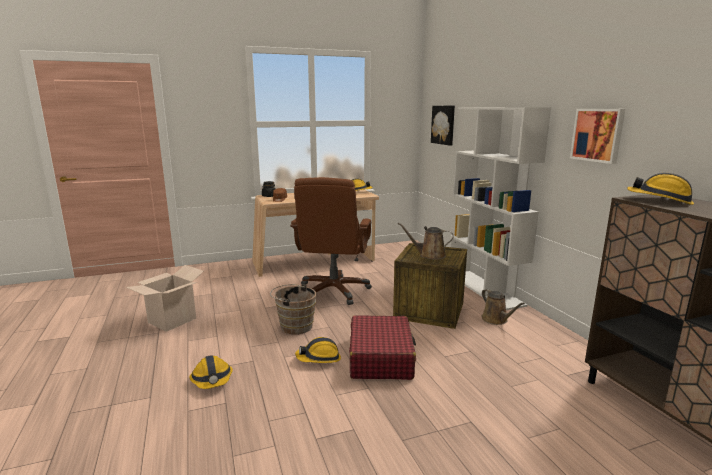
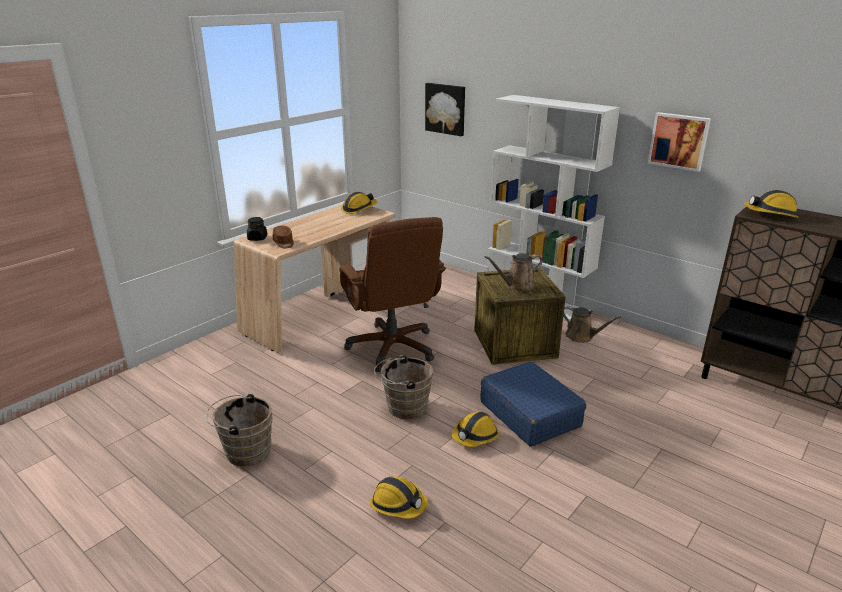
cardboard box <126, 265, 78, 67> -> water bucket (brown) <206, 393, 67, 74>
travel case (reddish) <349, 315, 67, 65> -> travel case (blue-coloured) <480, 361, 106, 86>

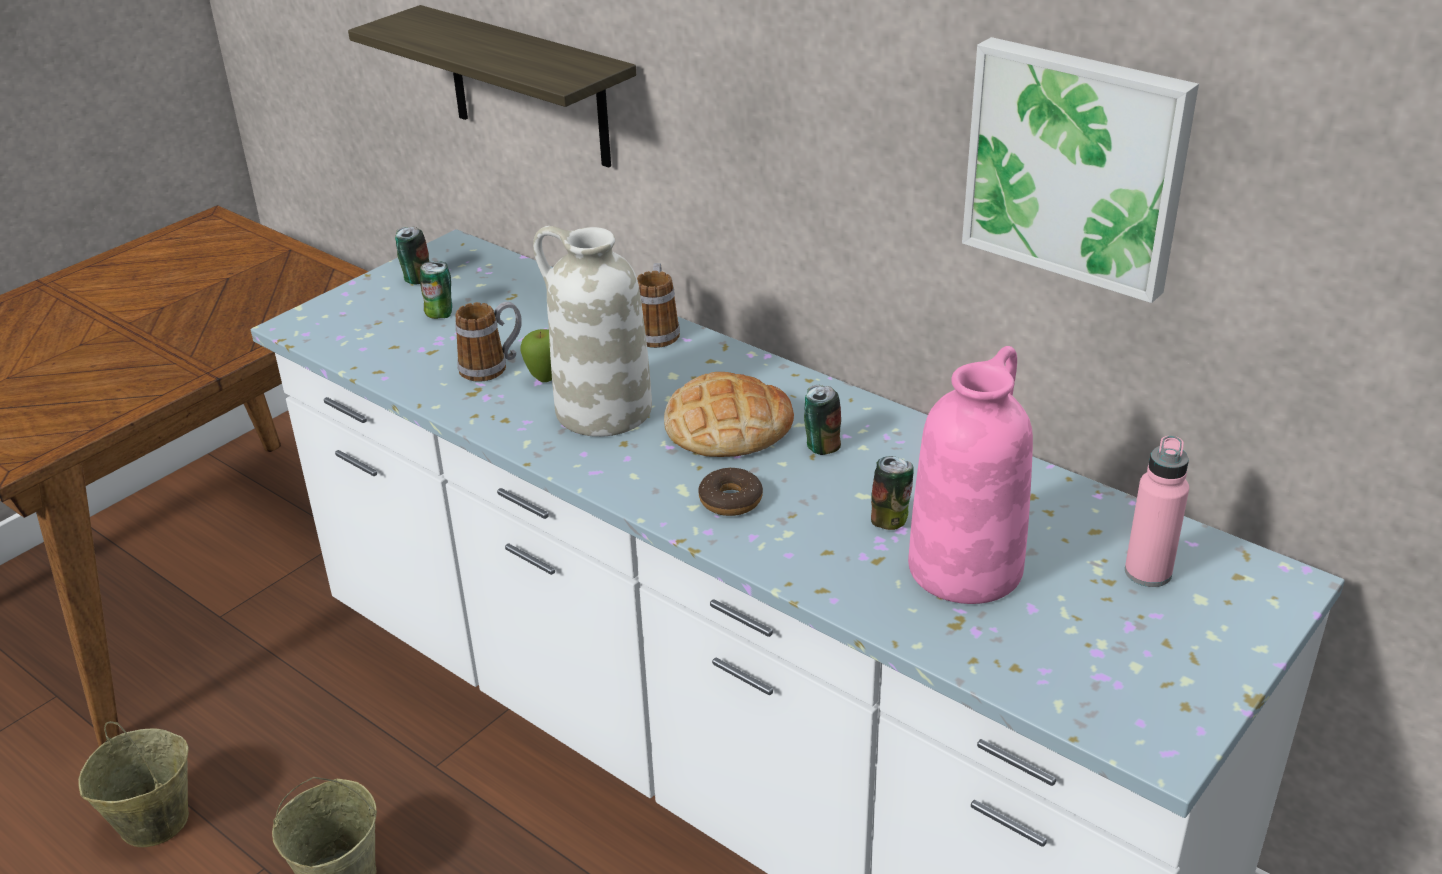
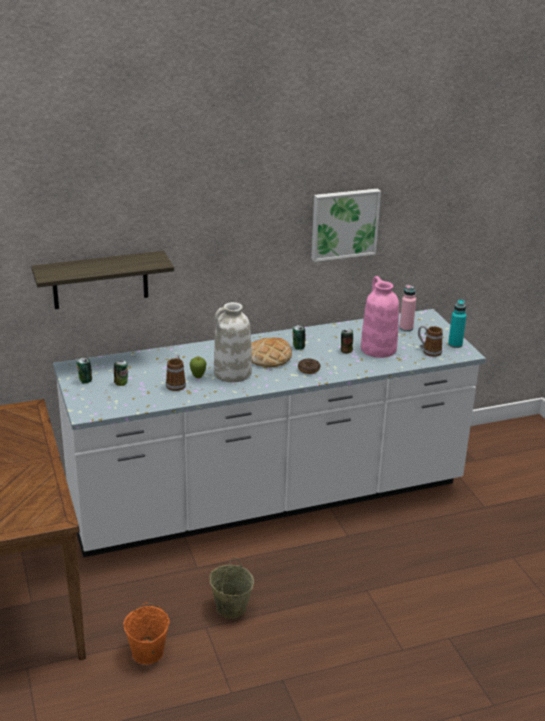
water bucket (beige-coloured) <78, 721, 111, 126> -> water bucket (orange) <123, 603, 47, 62>
mug <637, 263, 43, 85> -> mug <418, 325, 25, 32>, relocated
none -> drink bottle (turquoise) <448, 299, 19, 49>

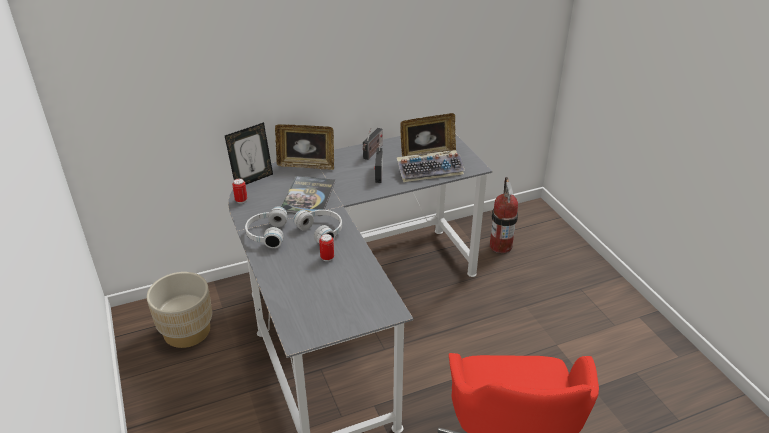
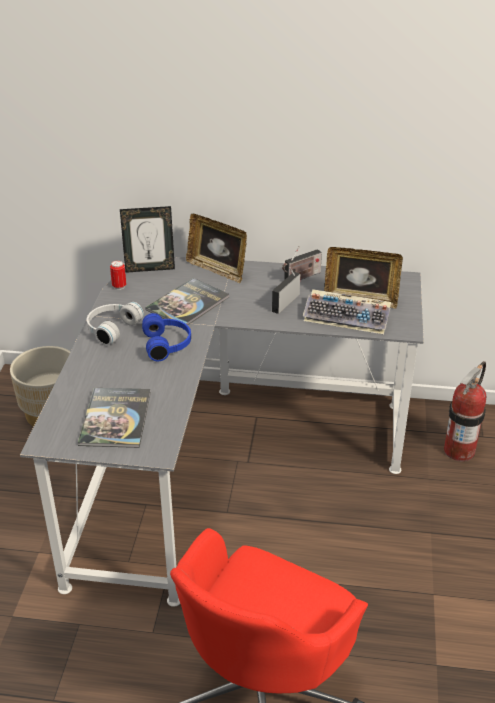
pair of headphones (white) <293, 210, 49, 34> -> pair of headphones (blue-coloured) <142, 313, 49, 48>
sealed can <319, 234, 15, 27> -> none
none -> volume <78, 388, 73, 60>

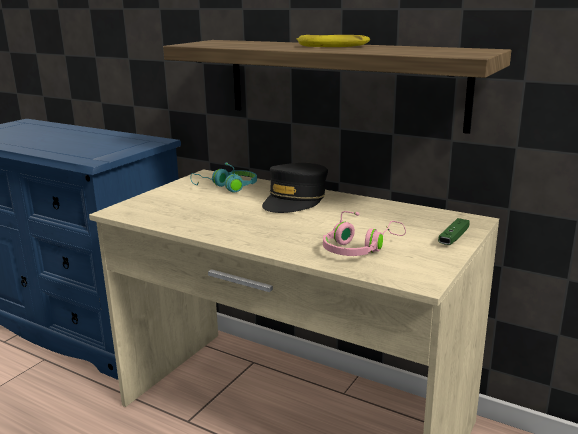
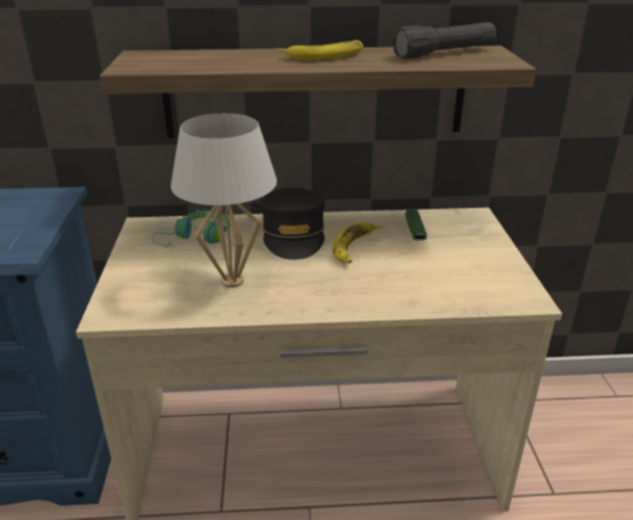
pair of headphones (pink-coloured) <323, 211, 83, 45> -> none
game controller (green) <438, 218, 32, 27> -> game controller (green) <406, 210, 21, 31>, relocated
none -> table lamp (white) <171, 113, 106, 175>
none -> banana fruit <332, 222, 51, 41>
none -> flashlight (black-coloured) <392, 22, 104, 37>

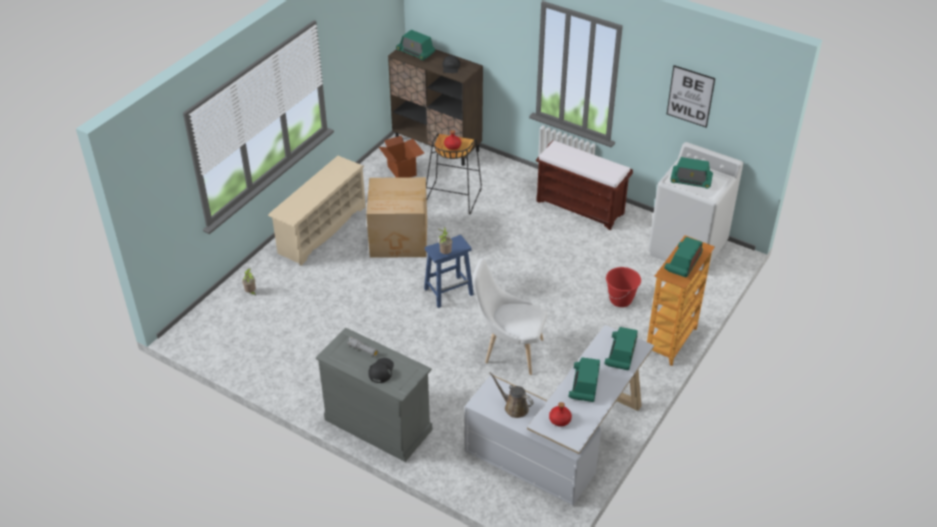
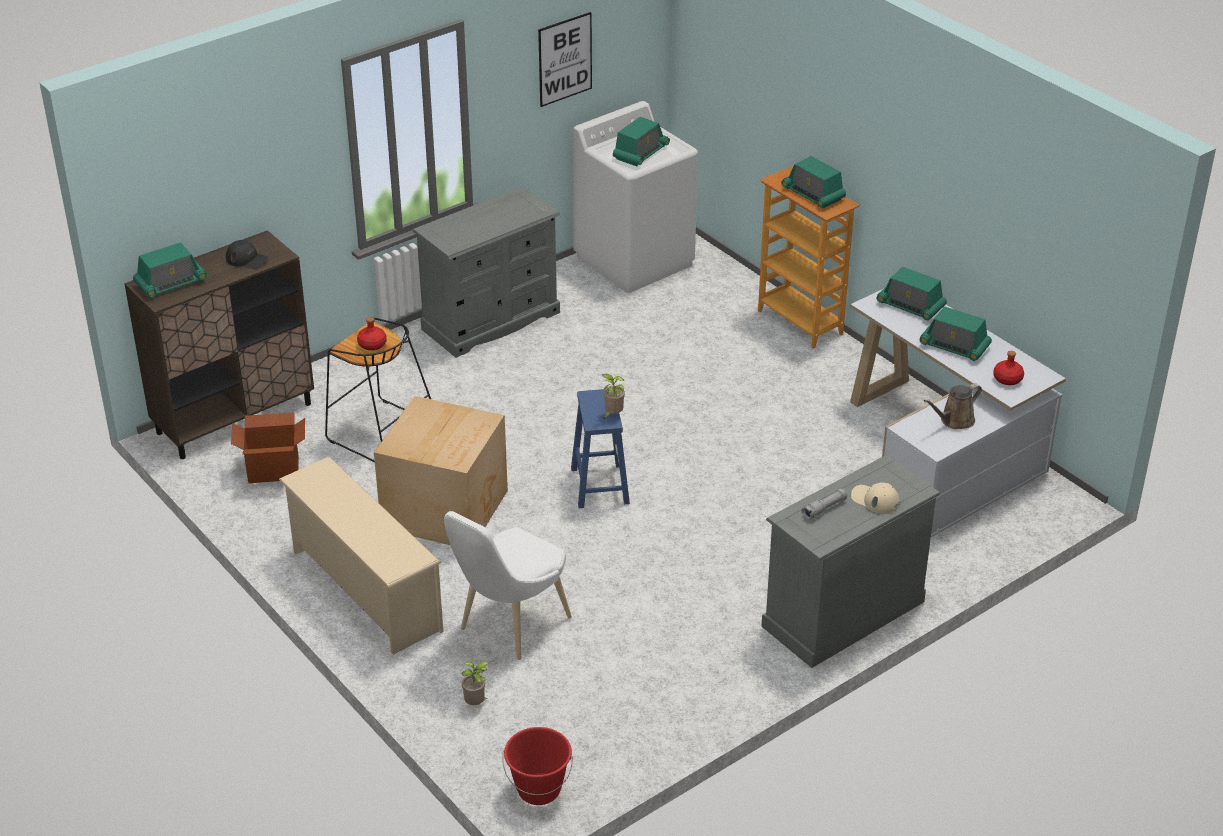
peaked cap (black-coloured) <368, 358, 26, 25> -> peaked cap (beige-coloured) <851, 482, 49, 32>
upright chair (white) <473, 258, 74, 117> -> upright chair (white) <444, 511, 128, 149>, relocated
bench (brown) <536, 140, 97, 90> -> chest of drawers (gray) <413, 187, 147, 171>
water bucket (reddish) <606, 267, 35, 40> -> water bucket (reddish) <503, 727, 70, 78>, relocated

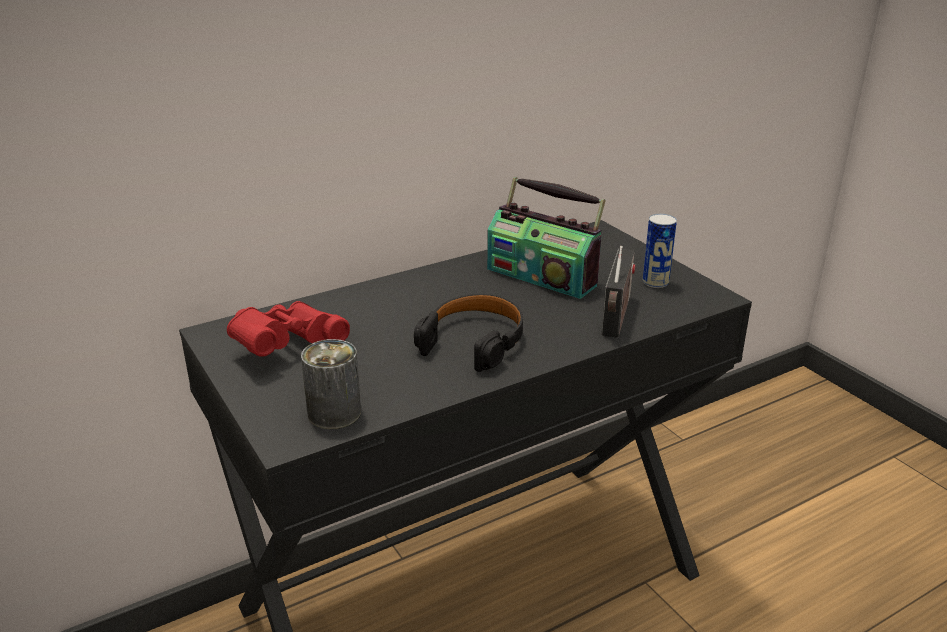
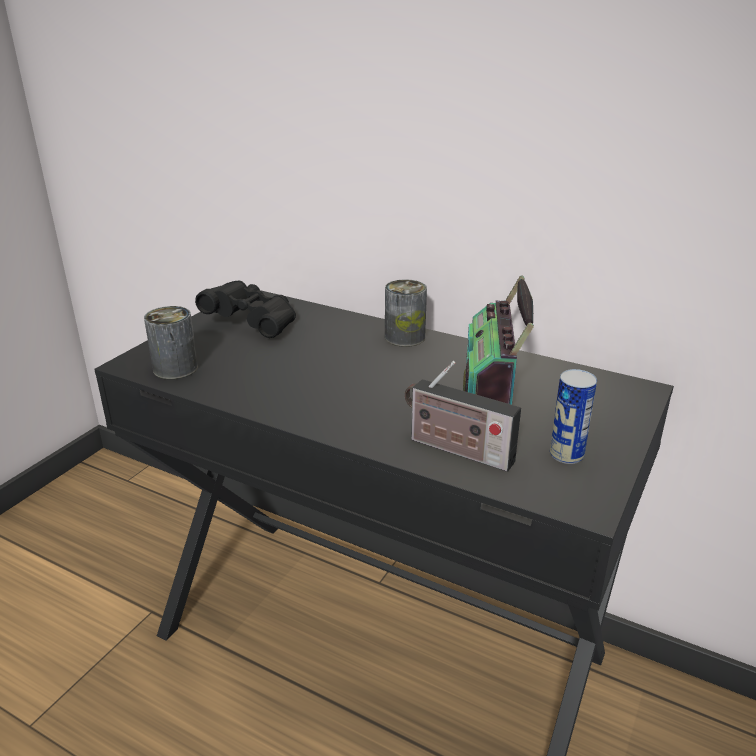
field glasses (reddish) <227, 301, 123, 56> -> field glasses (black-coloured) <195, 281, 101, 57>
pair of headphones (black-coloured) <414, 294, 109, 78> -> none
radio <602, 246, 34, 92> -> radio <404, 361, 117, 111>, 45 degrees clockwise
none -> sealed can <385, 279, 42, 68>

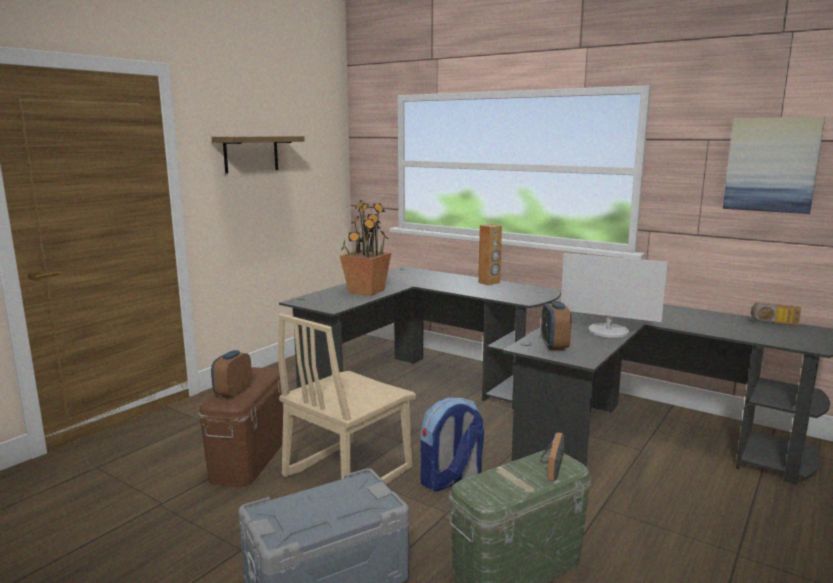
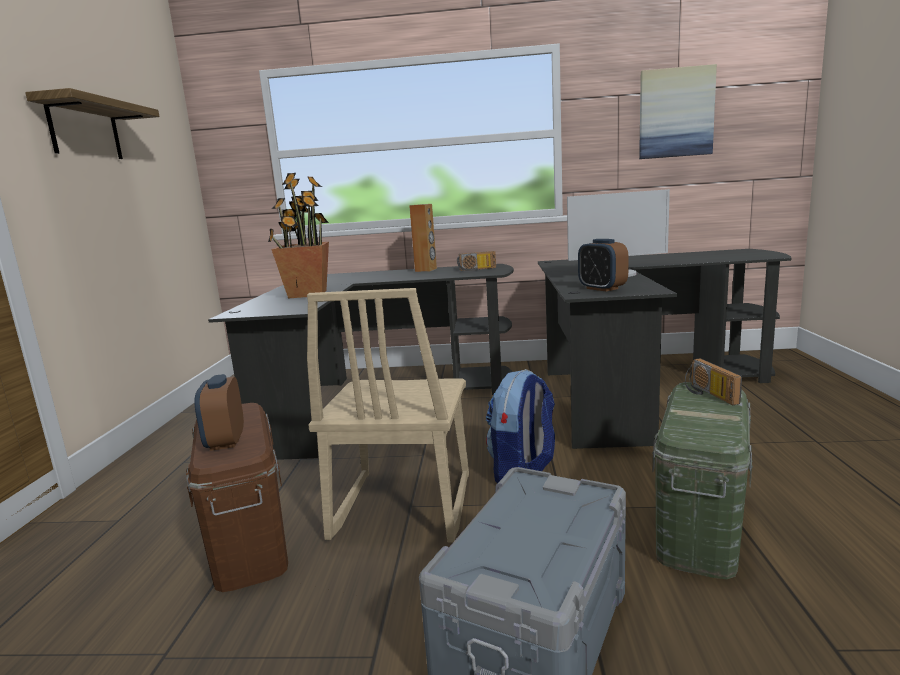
radio <751, 302, 50, 23> -> radio <457, 251, 39, 20>, relocated

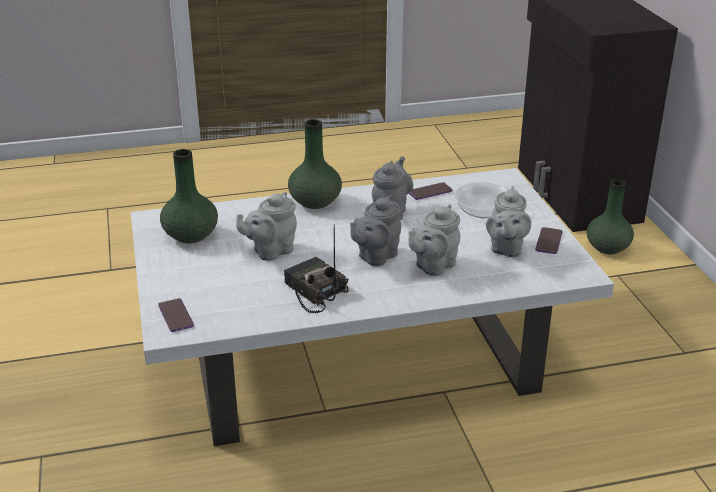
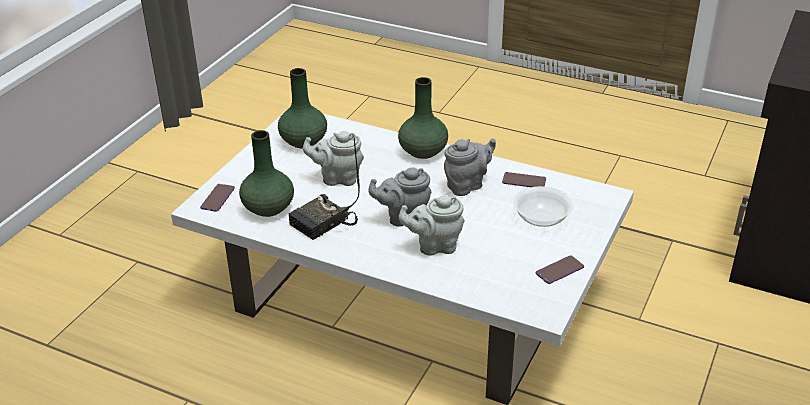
radio <284, 224, 64, 89> -> radio <289, 138, 71, 102>, 135 degrees counterclockwise
pot for tea (gray) <486, 186, 45, 72> -> none
decorative vase (green) <587, 179, 47, 75> -> decorative vase (green) <239, 130, 55, 87>, relocated

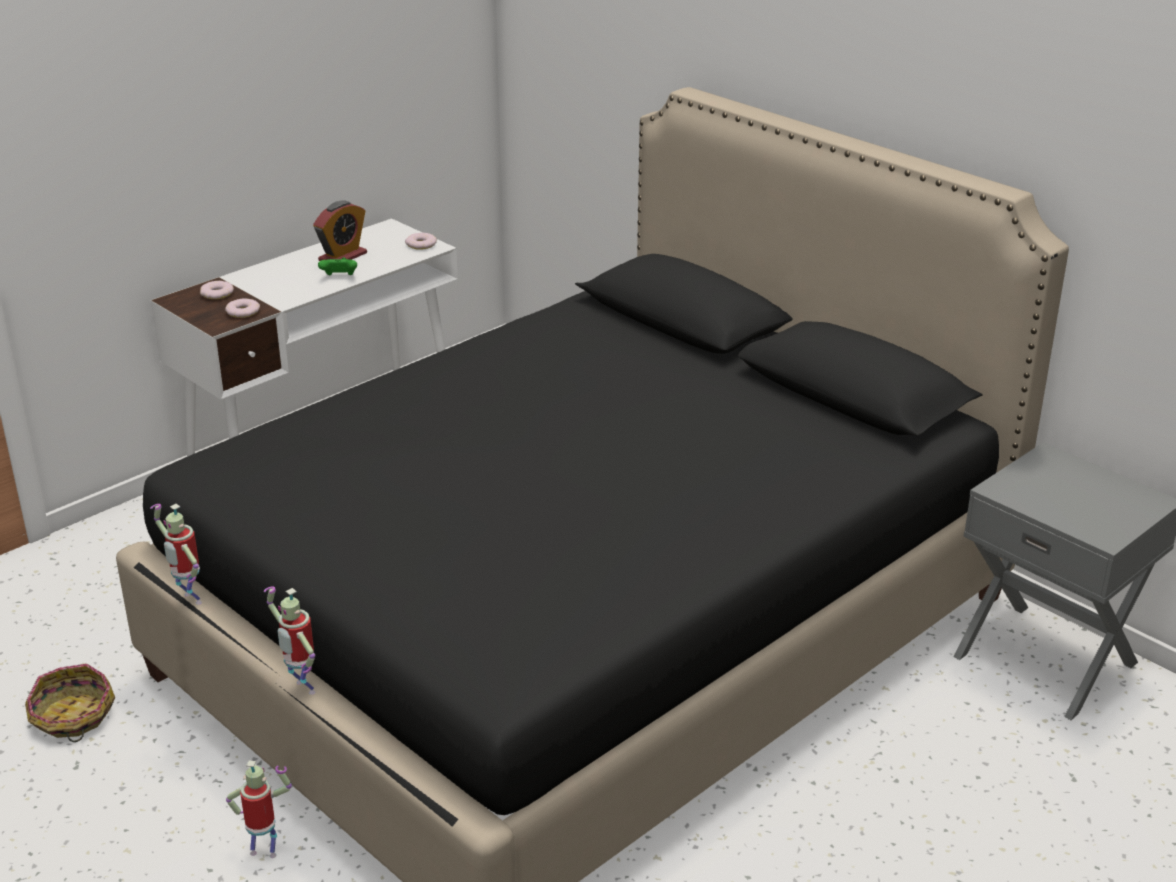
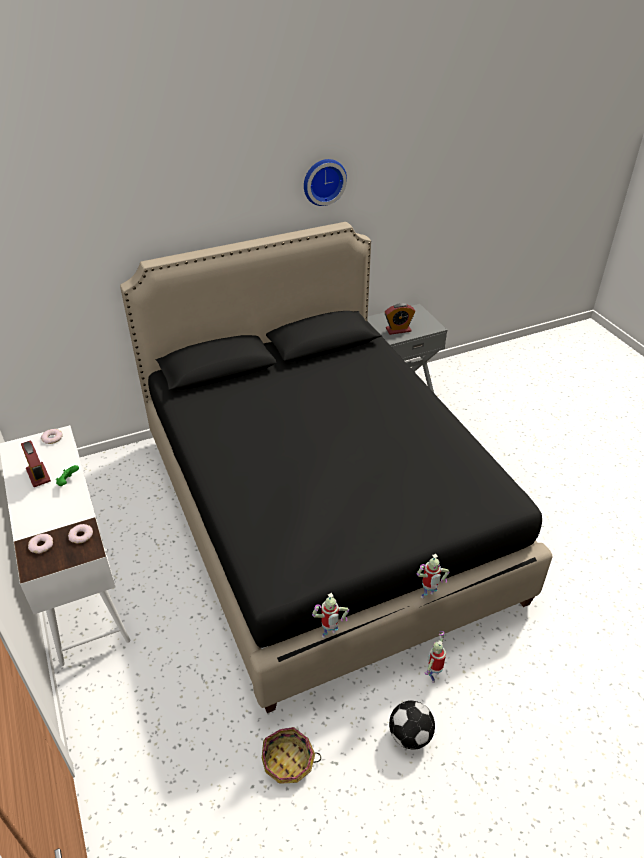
none -> wall clock <304, 159, 43, 47>
none -> alarm clock <385, 303, 30, 32>
none -> football <389, 701, 46, 49>

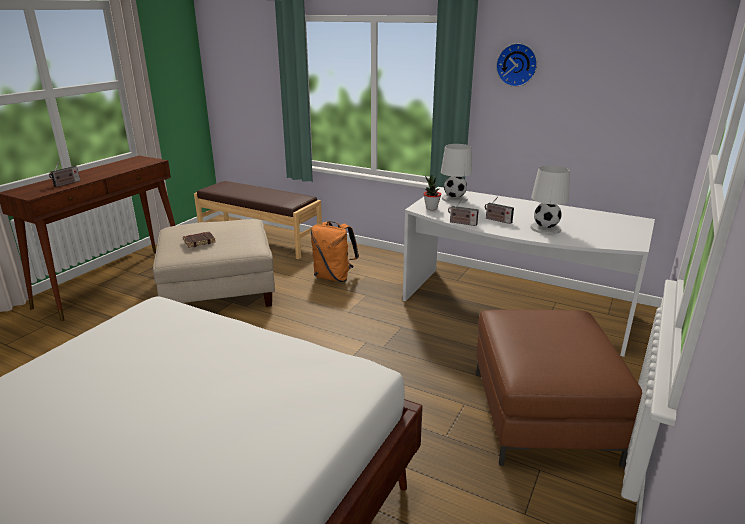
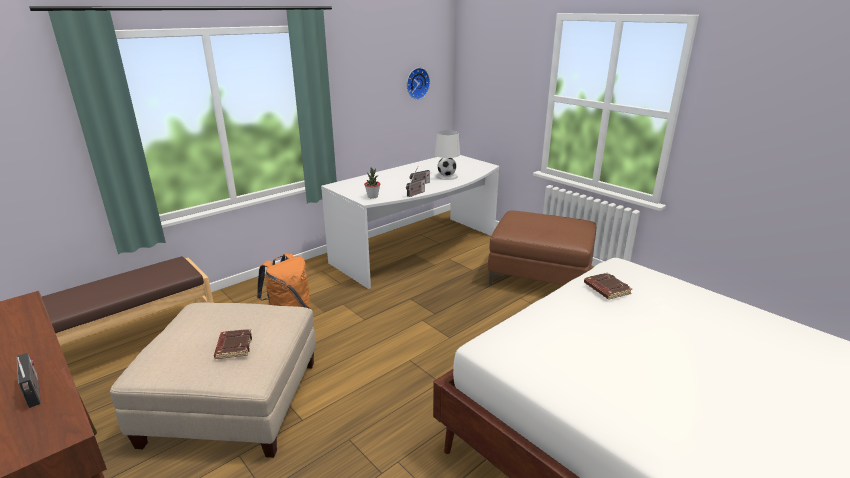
table lamp (white) <441, 144, 31, 59> -> none
wall clock <496, 43, 41, 44> -> wall clock <407, 68, 23, 32>, relocated
none -> volume (brown) <584, 273, 48, 27>

